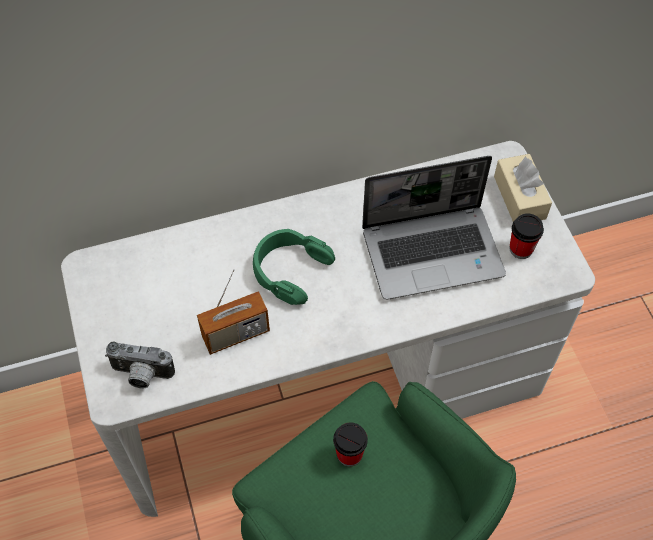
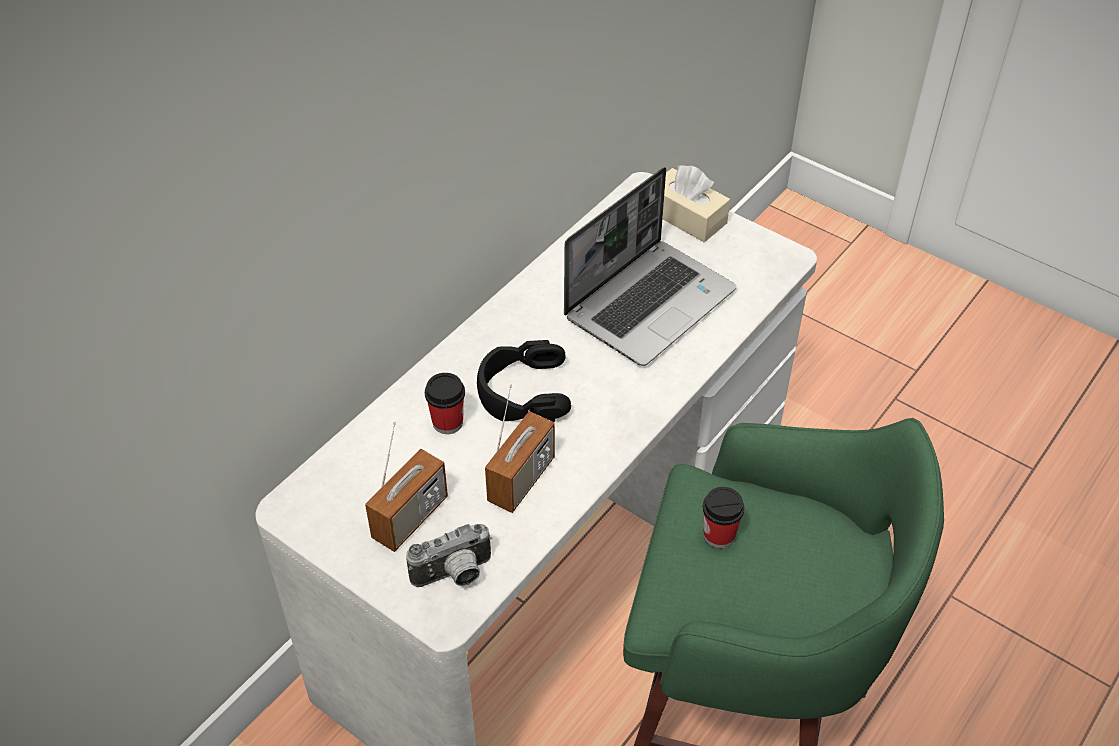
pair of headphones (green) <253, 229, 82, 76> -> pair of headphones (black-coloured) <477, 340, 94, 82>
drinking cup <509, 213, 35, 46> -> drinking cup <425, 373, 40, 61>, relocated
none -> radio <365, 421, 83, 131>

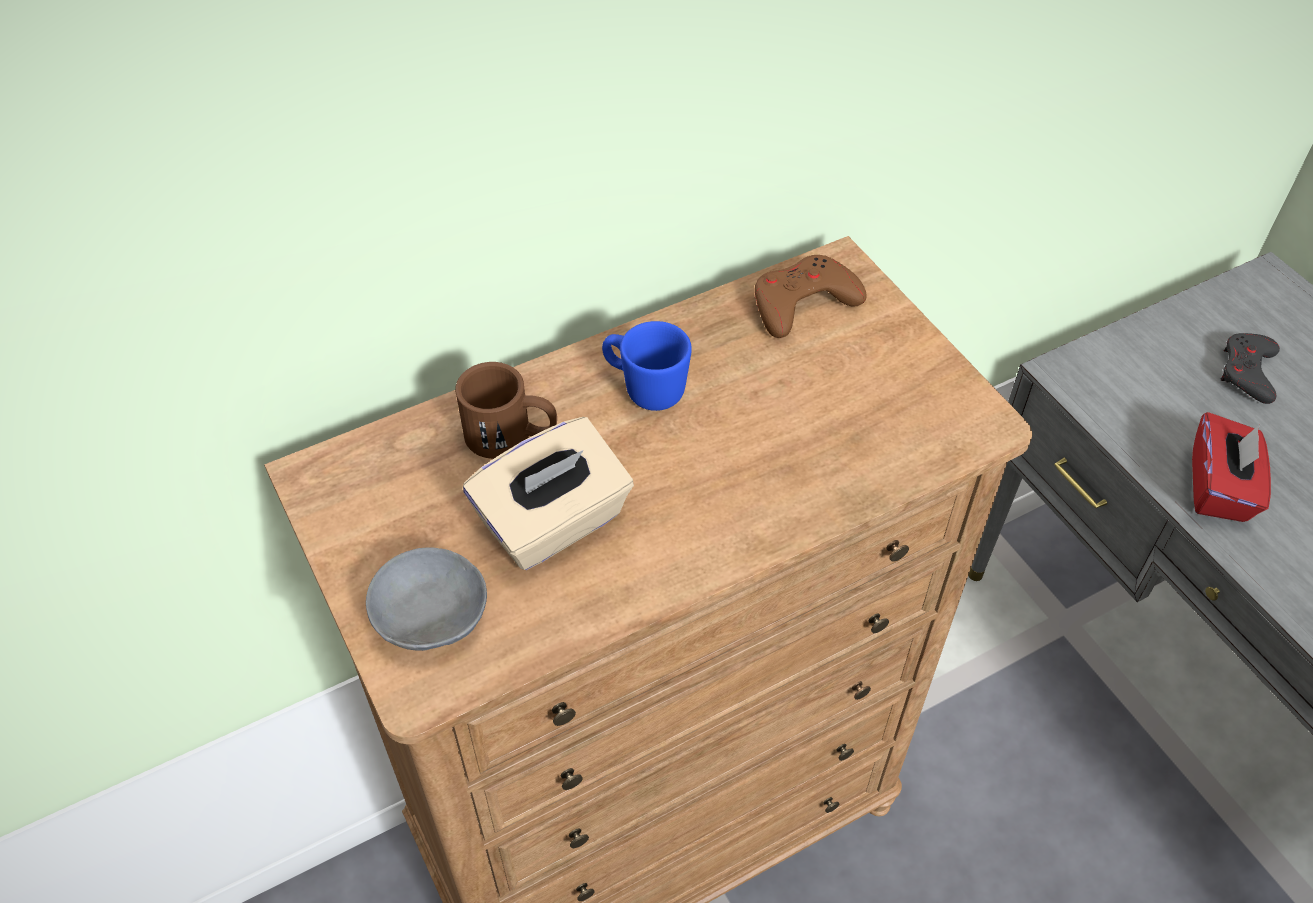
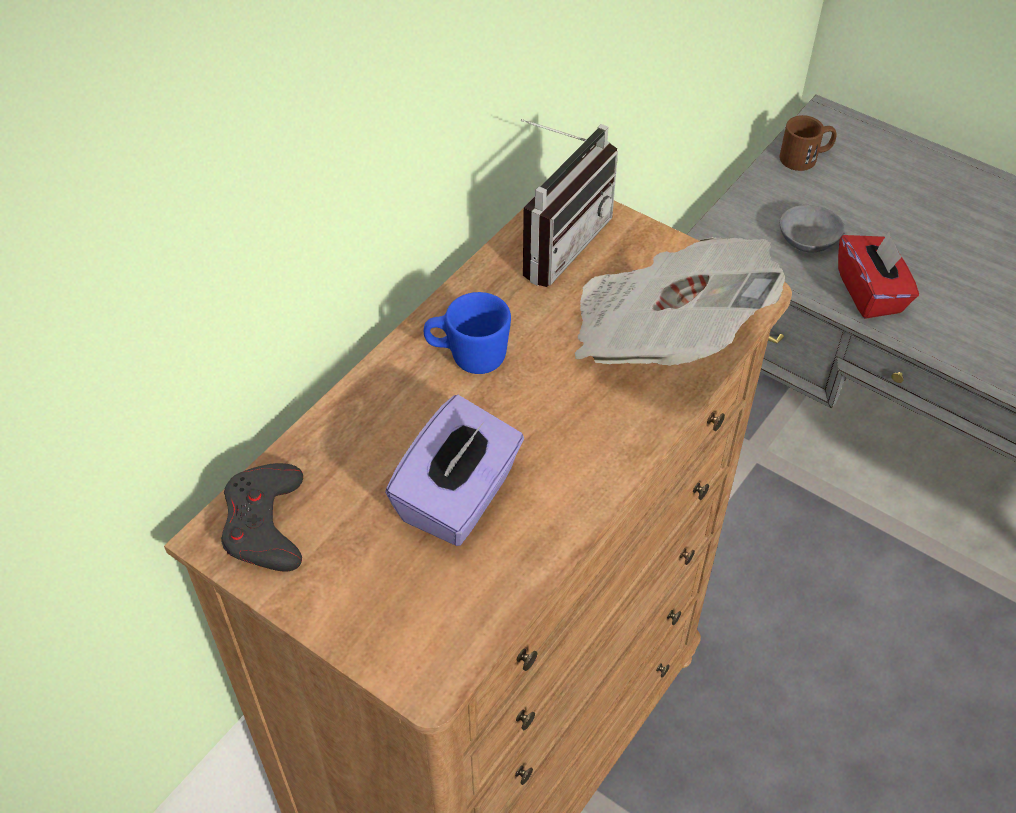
bowl (gray) <366, 548, 121, 103> -> bowl (gray) <780, 205, 65, 48>, relocated
mug (brown) <455, 362, 102, 97> -> mug (brown) <779, 115, 58, 56>, relocated
box of tissues (beige-coloured) <463, 417, 171, 153> -> box of tissues (purple) <385, 395, 139, 151>
game controller (brown) <755, 255, 111, 83> -> radio <521, 119, 97, 168>
game controller (gray) <1221, 333, 59, 71> -> game controller (gray) <221, 463, 82, 109>, relocated
none -> daily paper <574, 237, 211, 129>

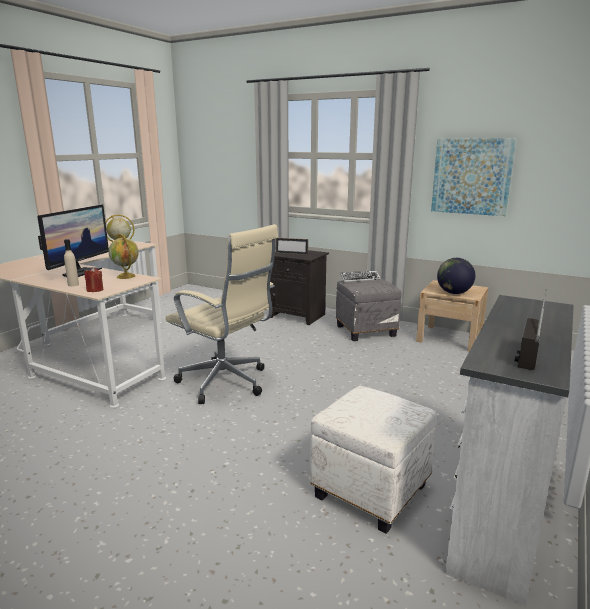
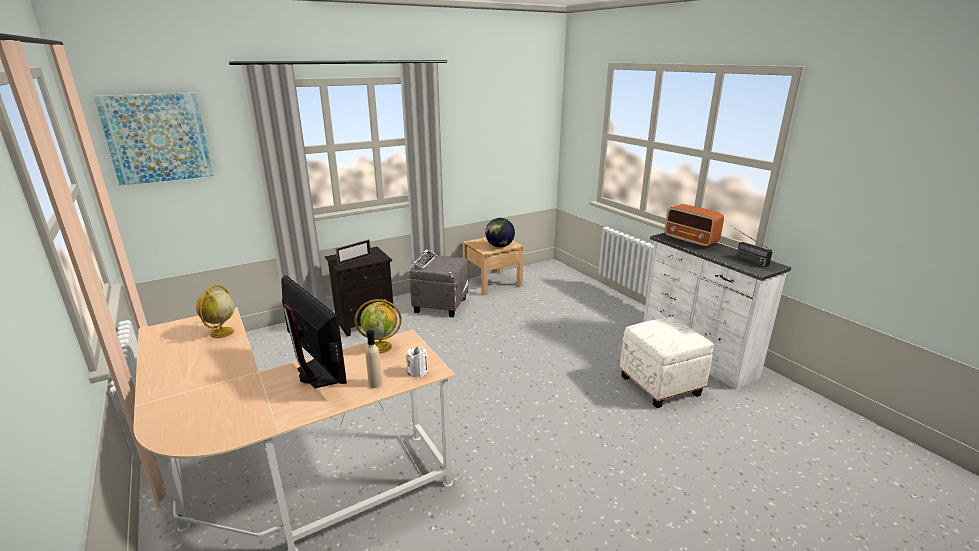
wax light (reddish) <84, 267, 20, 25> -> wax light (white) <406, 346, 22, 31>
desk chair (beige-coloured) <166, 224, 112, 180> -> none
wall picture <431, 138, 85, 78> -> wall picture <94, 93, 120, 92>, relocated
none -> radio <665, 204, 59, 44>

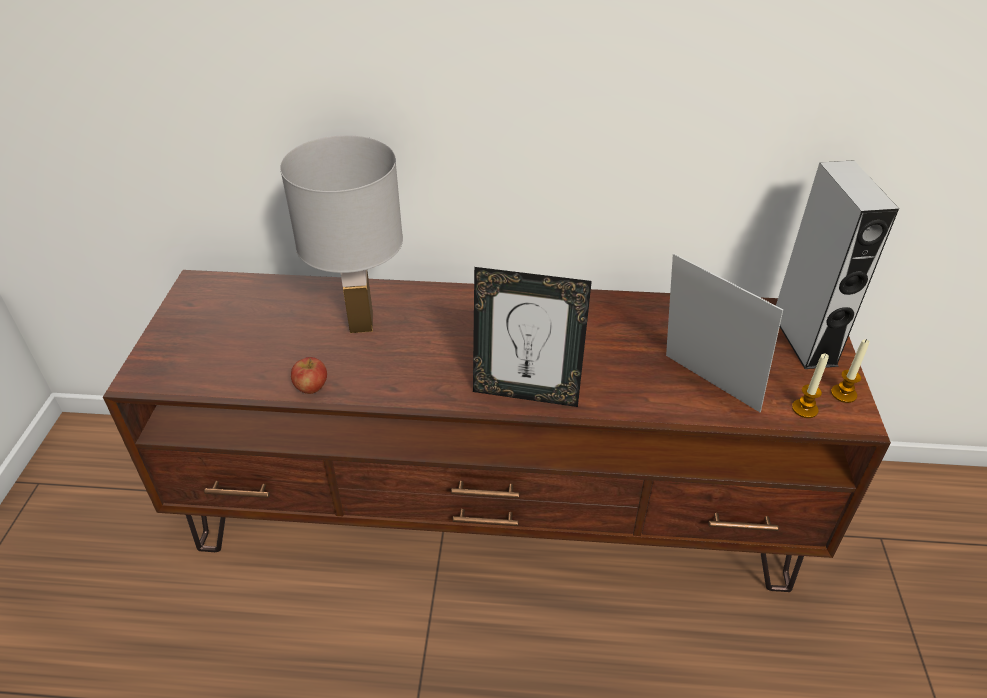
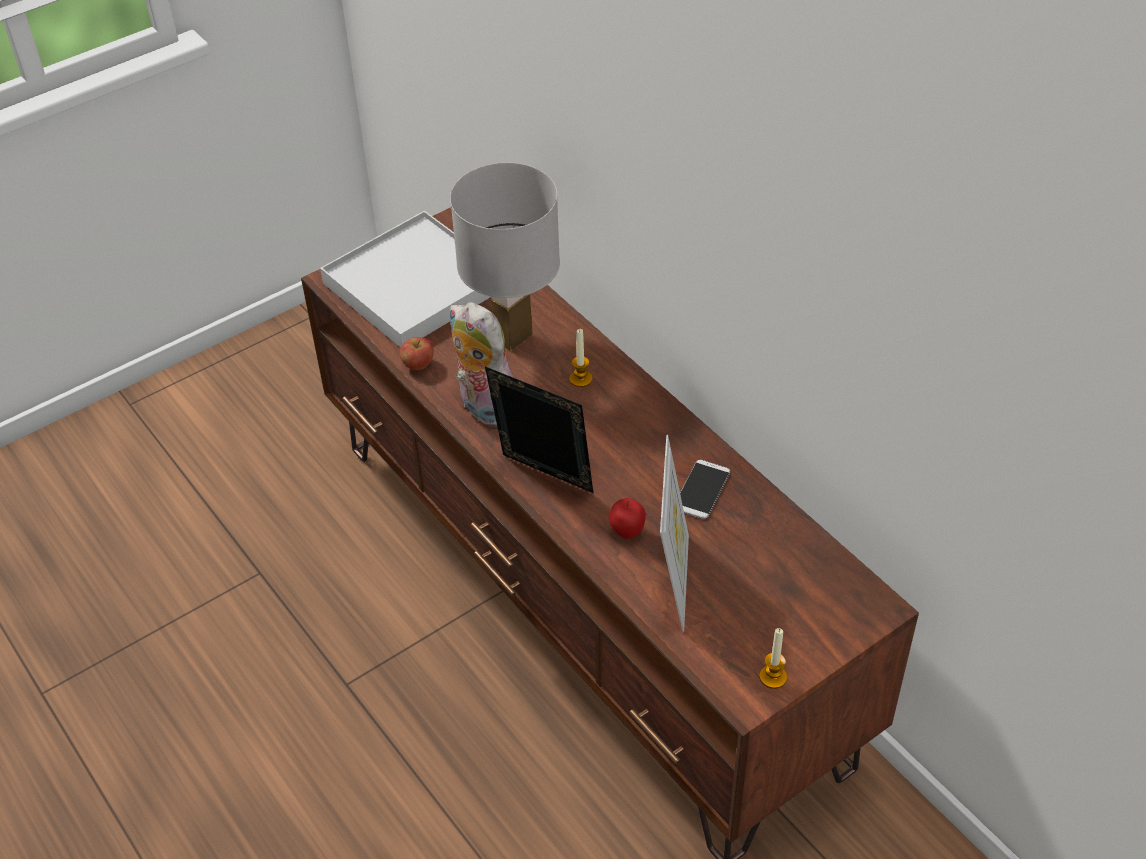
photo frame <473, 267, 119, 140> -> photo frame <485, 367, 108, 126>, 150 degrees clockwise
speaker (gray) <776, 160, 123, 209> -> none
wax light <792, 354, 37, 64> -> wax light <570, 329, 23, 58>, relocated
none -> tray (white) <320, 211, 171, 137>
none -> soft toy <450, 302, 63, 125>
none -> apple fruit <609, 498, 37, 41>
none -> phone <680, 460, 50, 59>

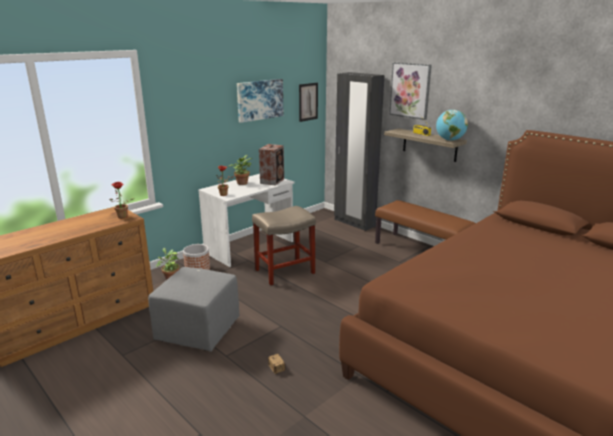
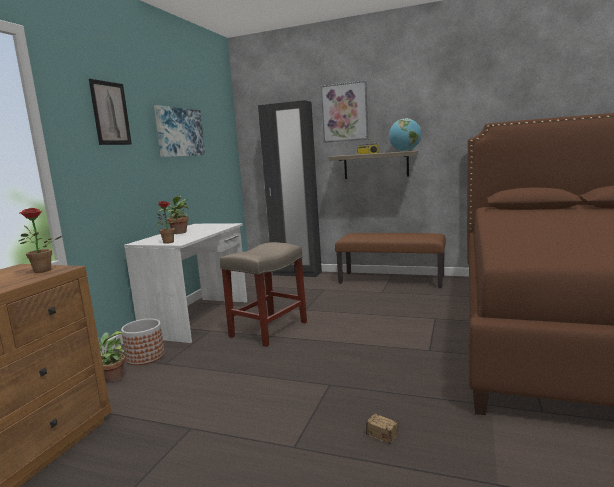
footrest (gray) <148, 267, 91, 85> -> none
speaker <259, 144, 25, 41> -> none
wall picture <299, 83, 19, 39> -> wall picture <89, 79, 43, 66>, relocated

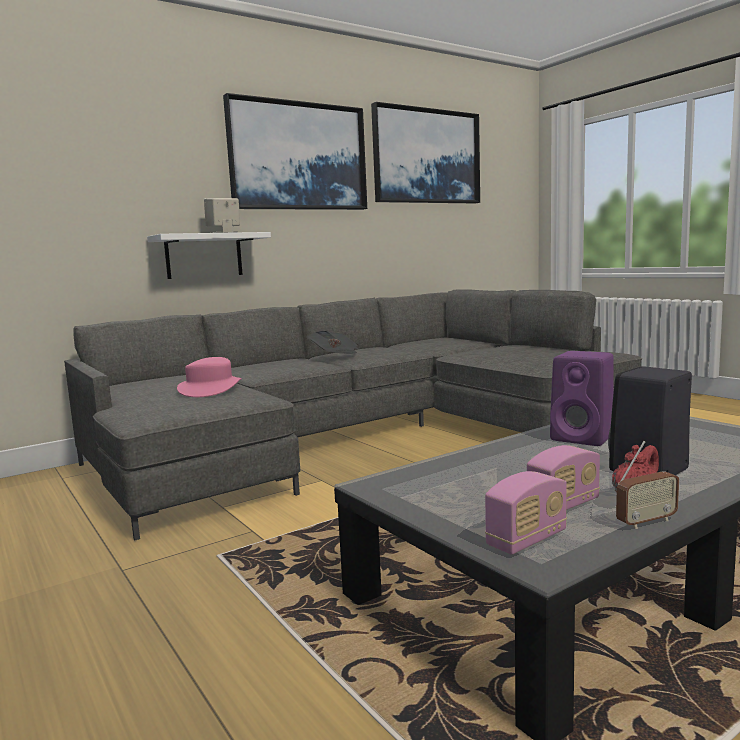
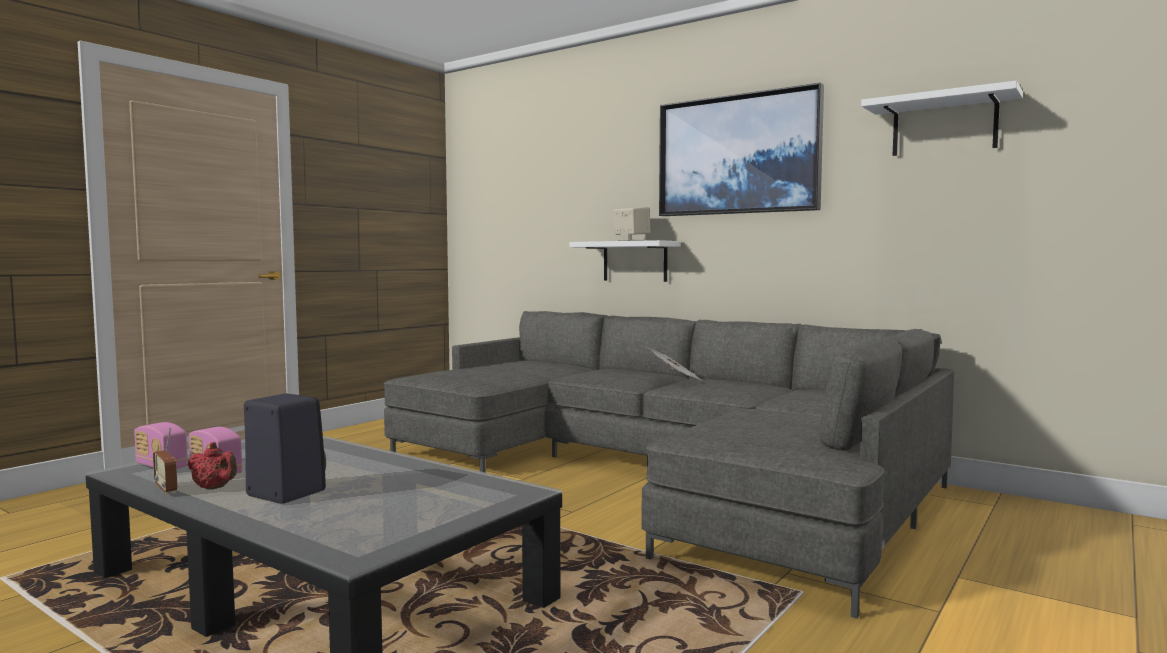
clothing hat (pink-coloured) <177, 357, 65, 40> -> none
wall picture <371, 102, 109, 101> -> shelf (white) <861, 81, 162, 75>
speaker (purple) <550, 351, 64, 95> -> none

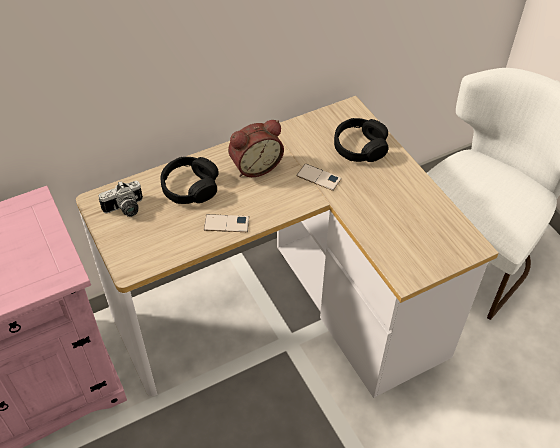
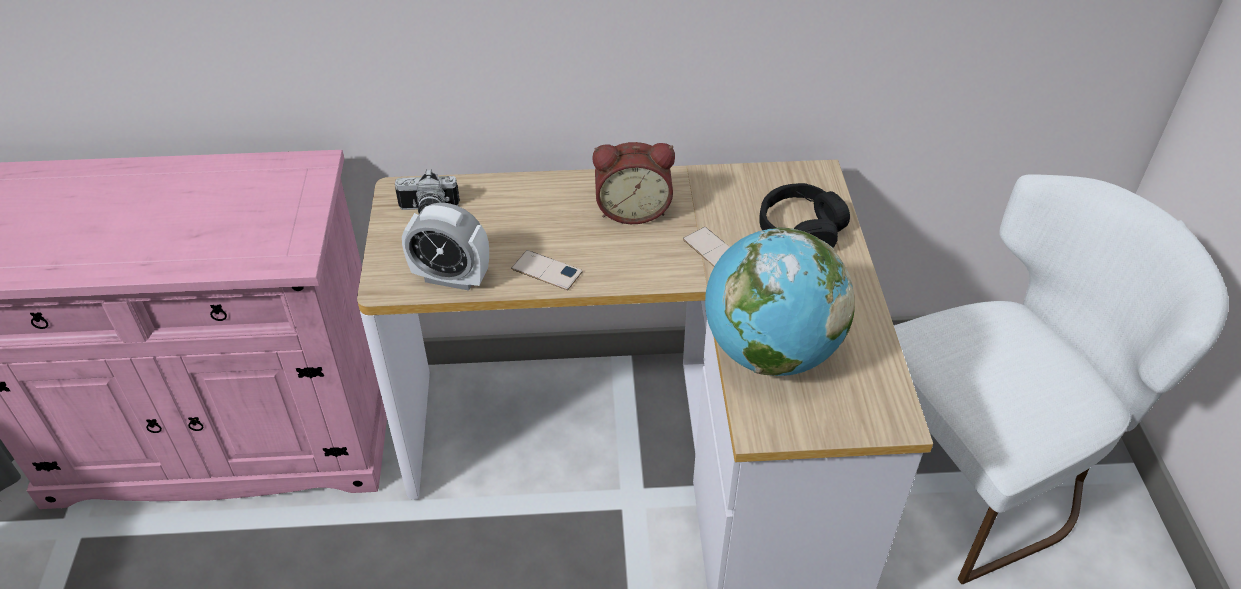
pair of headphones (black-coloured) <160, 157, 58, 47> -> none
none -> alarm clock <402, 202, 87, 89>
none -> globe <705, 228, 150, 148>

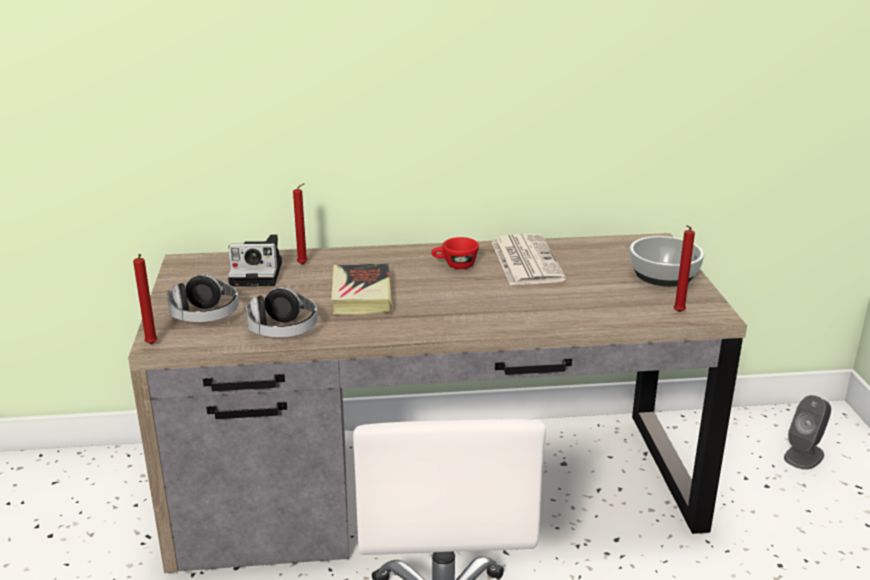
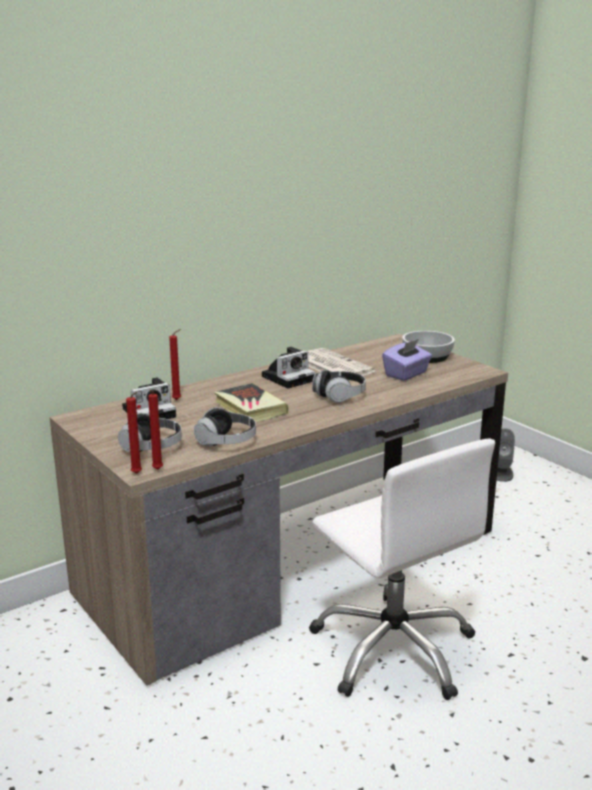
drinking cup (reddish) <431, 237, 48, 32> -> photo camera <262, 347, 53, 42>
wax light (reddish) <674, 225, 21, 87> -> wax light (reddish) <148, 390, 15, 80>, relocated
none -> pair of headphones <312, 370, 54, 33>
none -> box of tissues (purple) <382, 339, 50, 42>

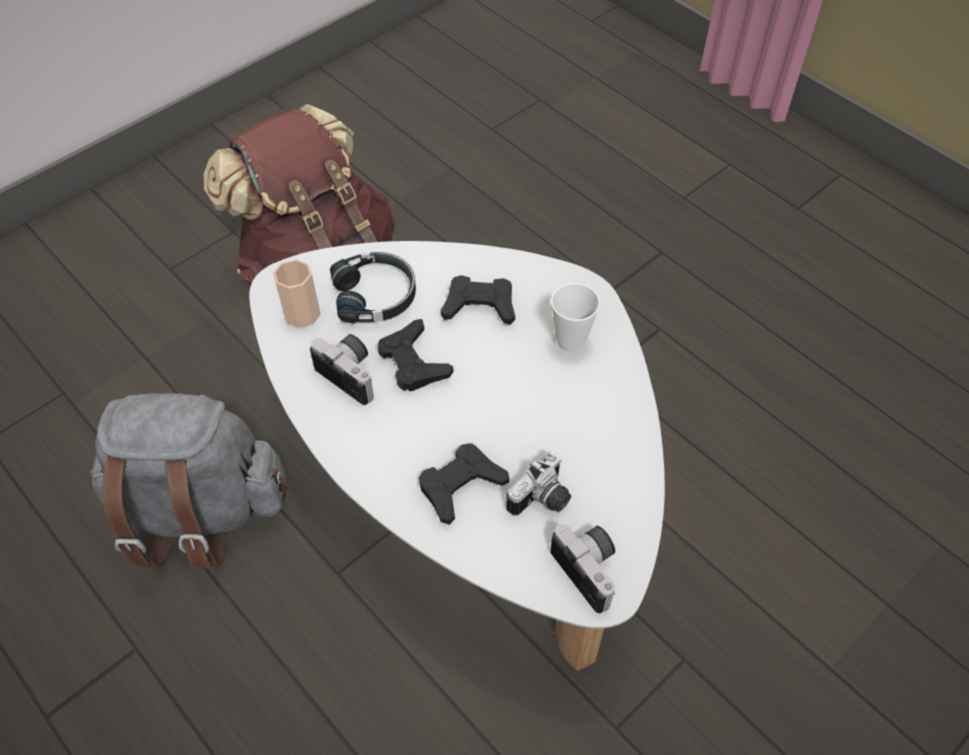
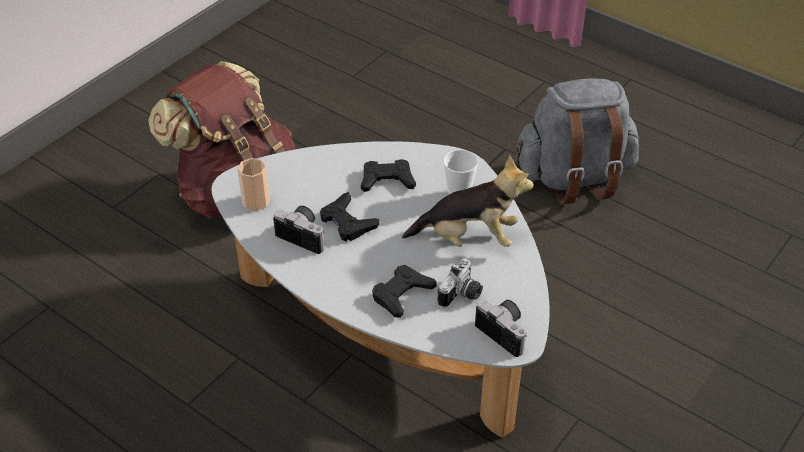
backpack (gray) <90, 393, 196, 175> -> backpack (gray) <514, 78, 125, 126>, relocated
pair of headphones (black-coloured) <330, 252, 86, 71> -> none
none -> soft toy <402, 155, 132, 92>

